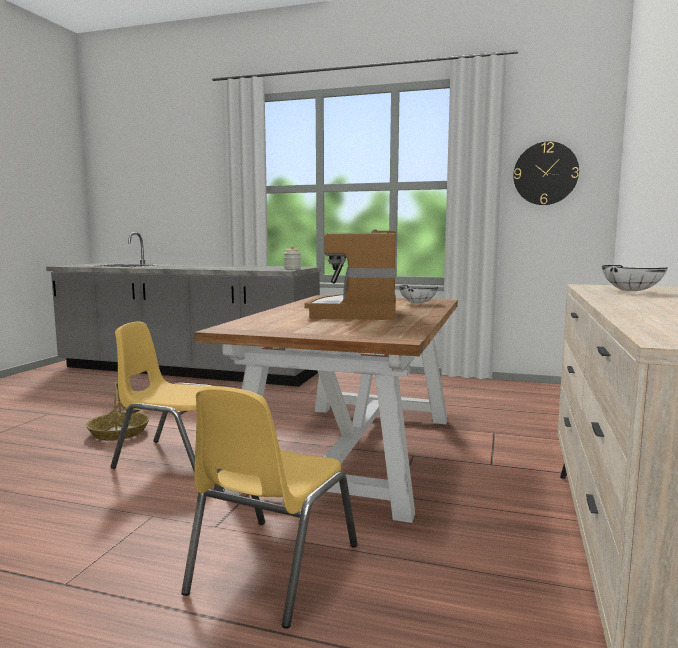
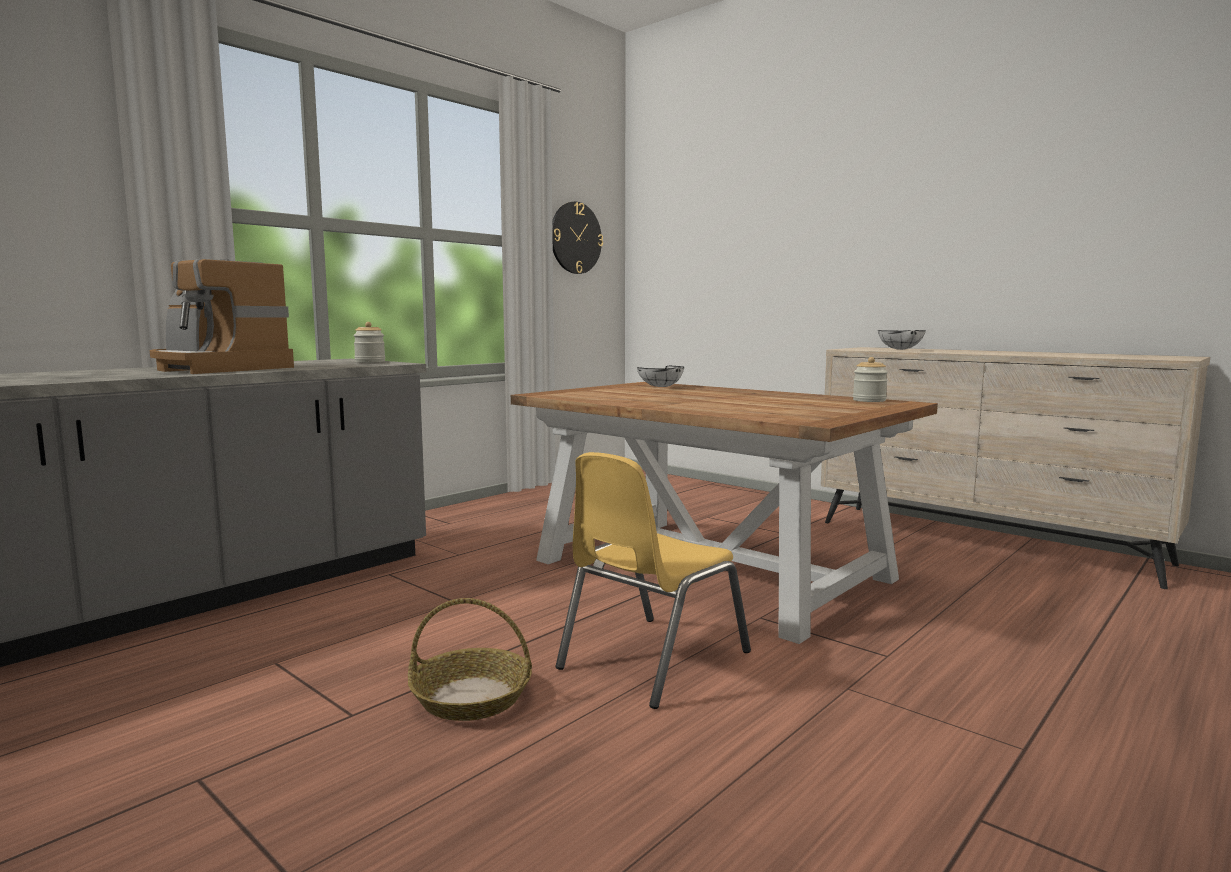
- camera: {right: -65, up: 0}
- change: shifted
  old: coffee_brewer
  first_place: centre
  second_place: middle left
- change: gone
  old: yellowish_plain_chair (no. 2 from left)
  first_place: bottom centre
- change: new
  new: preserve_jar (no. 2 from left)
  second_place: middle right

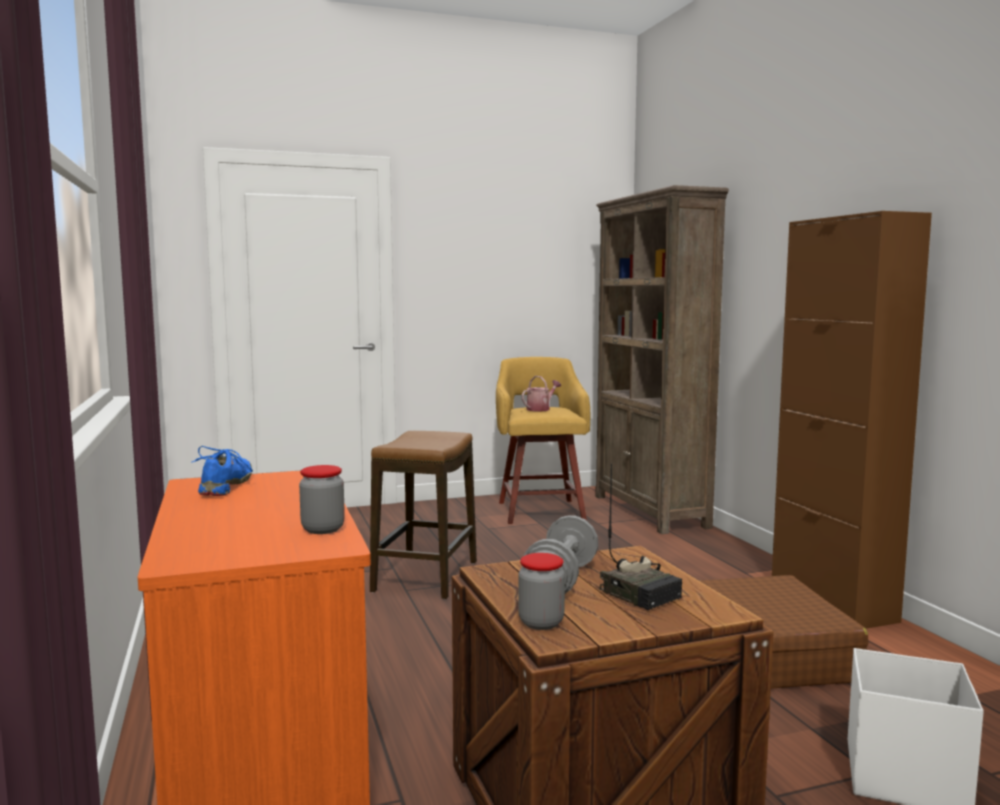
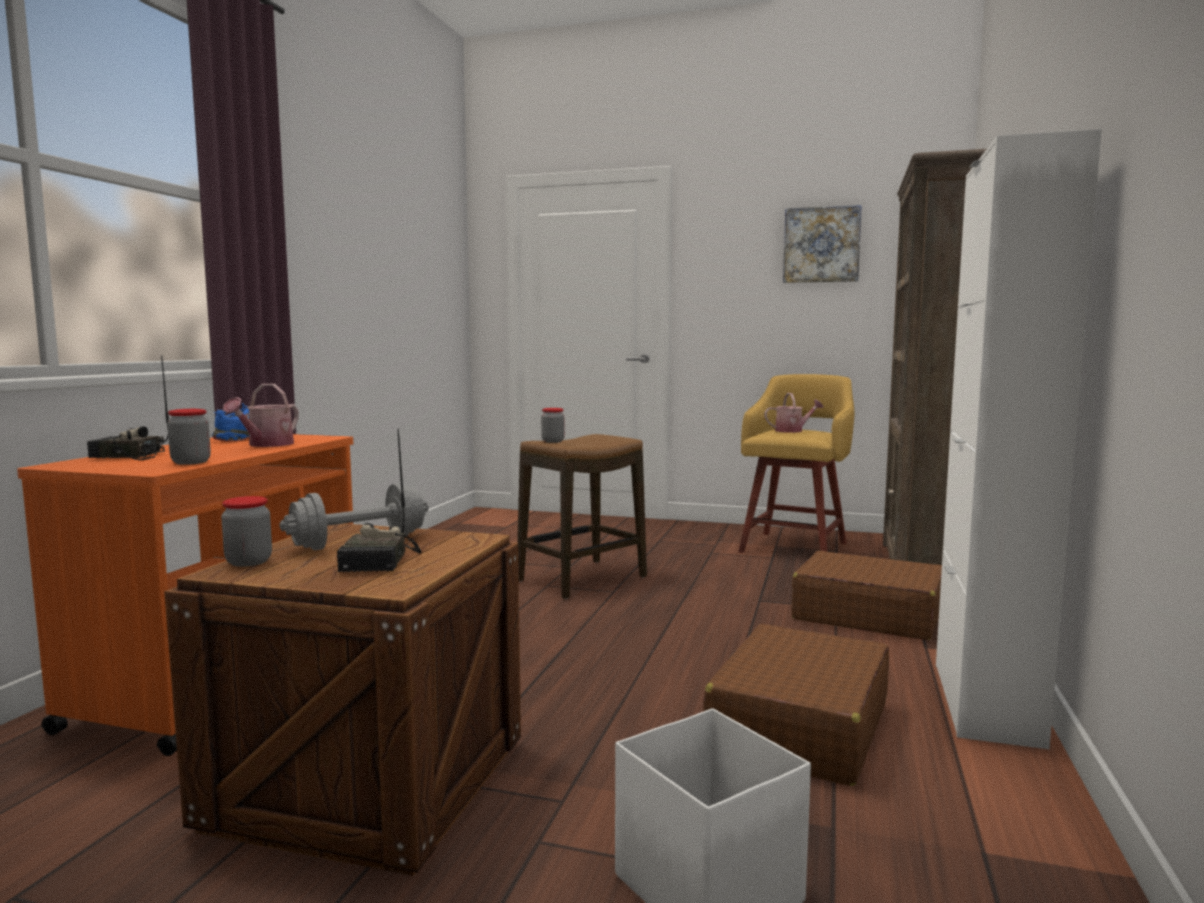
- camera: {right: 35, up: 0}
- change: repainted
  old: brown-coloured_cupboard
  new: white_cupboard
  first_place: middle right
  second_place: middle right
- change: new
  new: wall_picture
  second_place: top right
- change: new
  new: radio (no. 1 from left)
  second_place: middle left
- change: new
  new: watering_pot (no. 1 from left)
  second_place: middle left
- change: new
  new: preserve_jar (no. 3 from left)
  second_place: centre
- change: new
  new: brown-coloured_piece_of_luggage (no. 2 from left)
  second_place: middle right

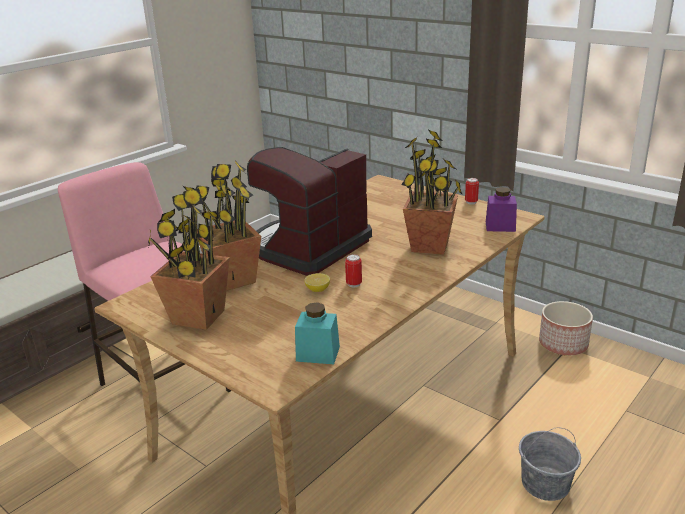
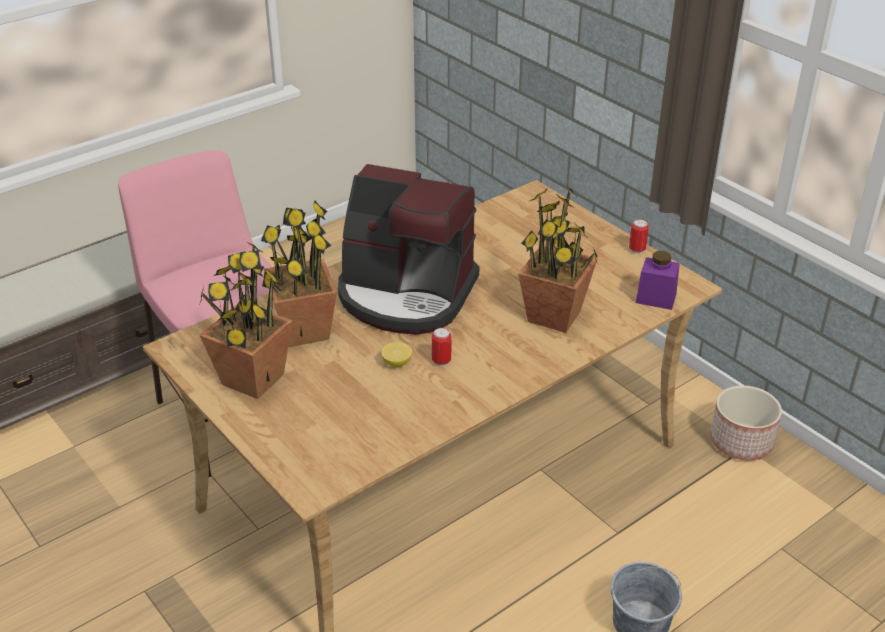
- camera: {right: 10, up: 10}
- change: rotated
  old: coffee_brewer
  first_place: centre
  second_place: centre
  degrees: -120
- change: gone
  old: blue-green_preserve_jar
  first_place: centre

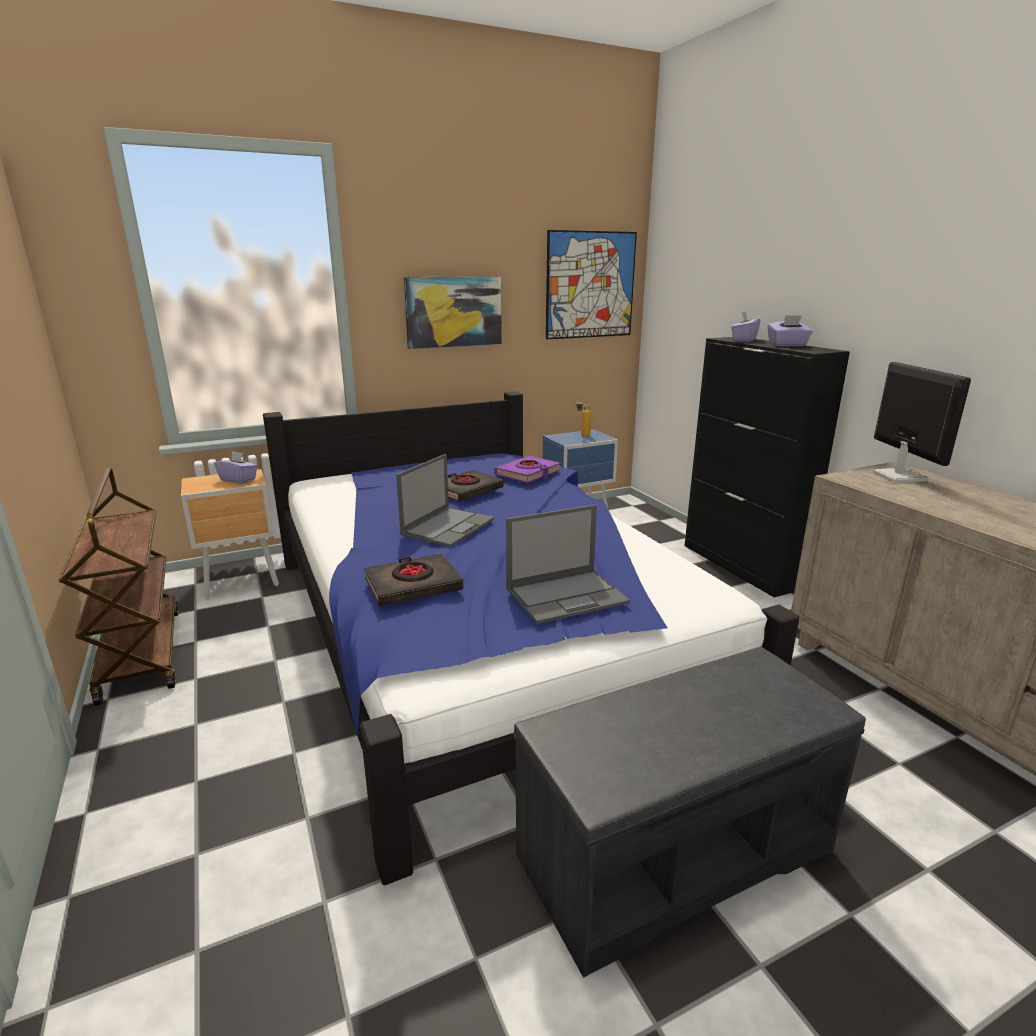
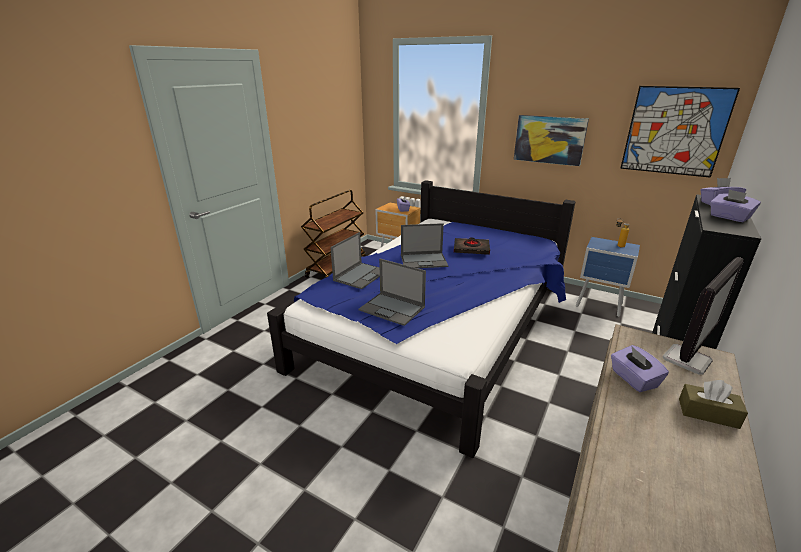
- camera: {right: 55, up: 5}
- change: gone
  old: purple_bound_book
  first_place: centre
- change: swapped
  old: blackish_bound_book (no. 1 from left)
  new: portable_computer (no. 1 from left)
  first_place: centre
  second_place: centre
- change: gone
  old: gray_indoor_bench
  first_place: bottom centre
- change: new
  new: purple_box_of_tissues (no. 2 from left)
  second_place: bottom right
- change: new
  new: brown-coloured_box_of_tissues
  second_place: bottom right

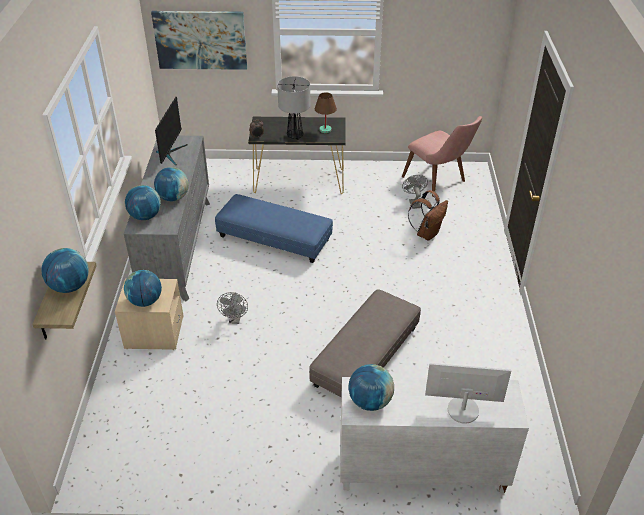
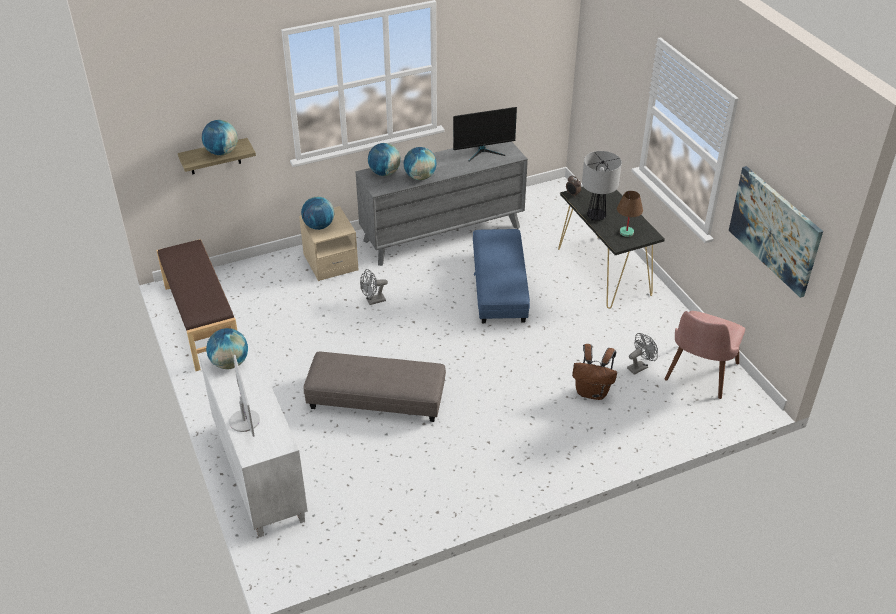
- camera: {right: 65, up: 0}
- change: shifted
  old: wall_picture
  first_place: top left
  second_place: middle right
- change: new
  new: brown-coloured_indoor_bench
  second_place: middle left

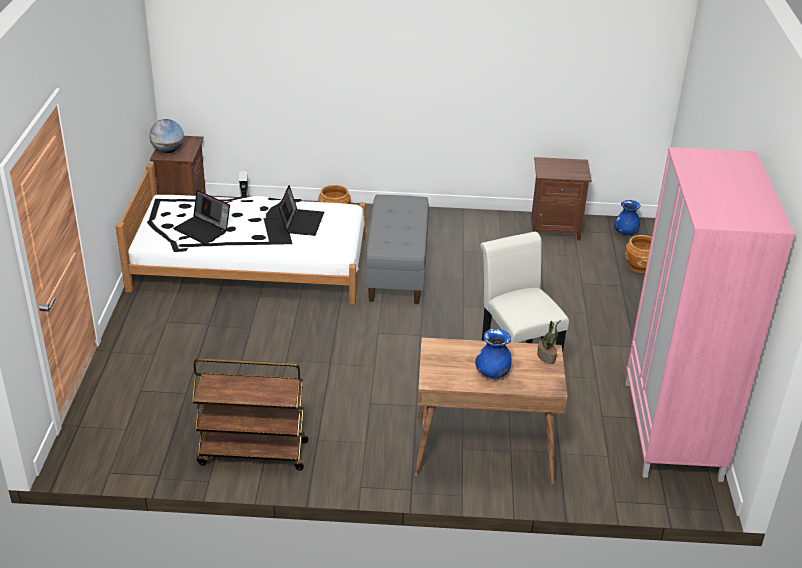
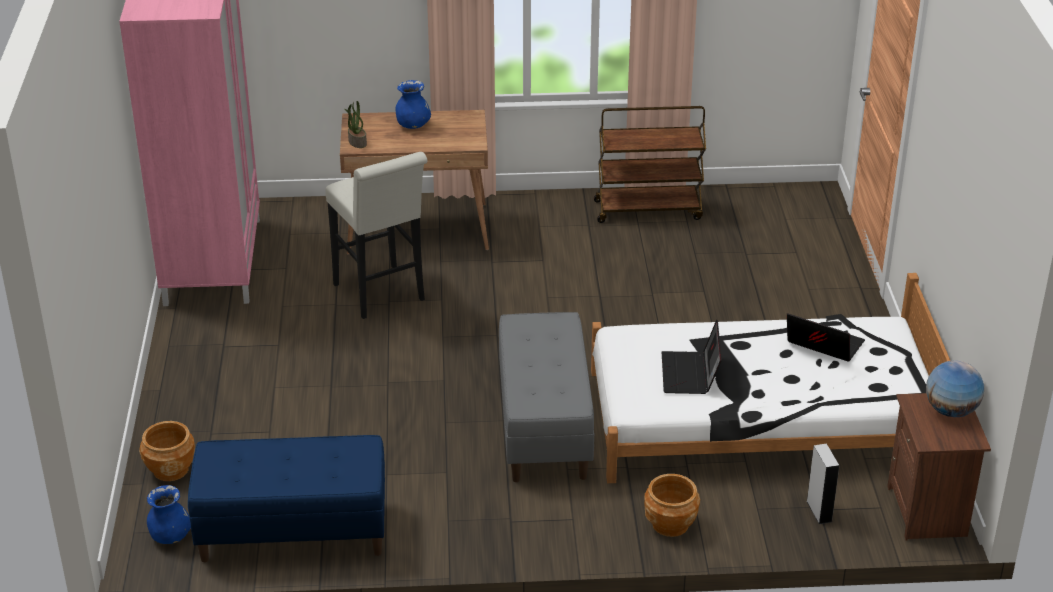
- camera: {right: 175, up: 0}
- change: swapped
  old: brown-coloured_night_table (no. 2 from left)
  new: blue_indoor_bench
  first_place: middle right
  second_place: bottom left

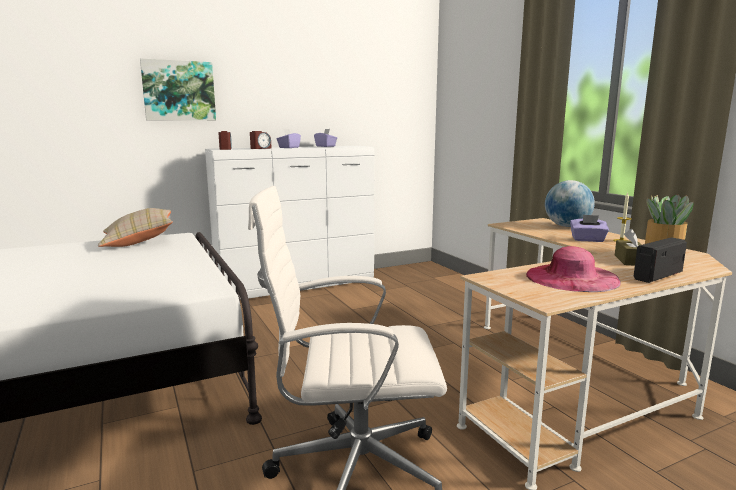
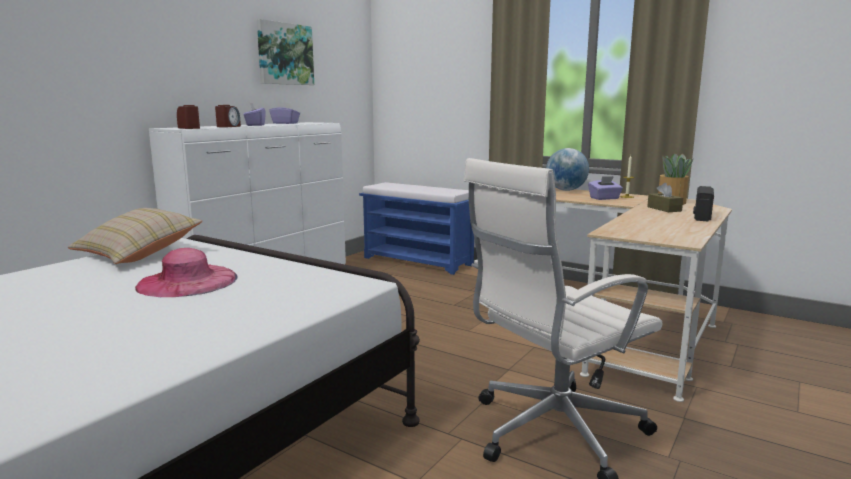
- camera: {right: -30, up: 0}
- change: shifted
  old: wall_picture
  first_place: top left
  second_place: top centre
- change: shifted
  old: pink_wearable_hat
  first_place: middle right
  second_place: middle left
- change: new
  new: blue_indoor_bench
  second_place: centre

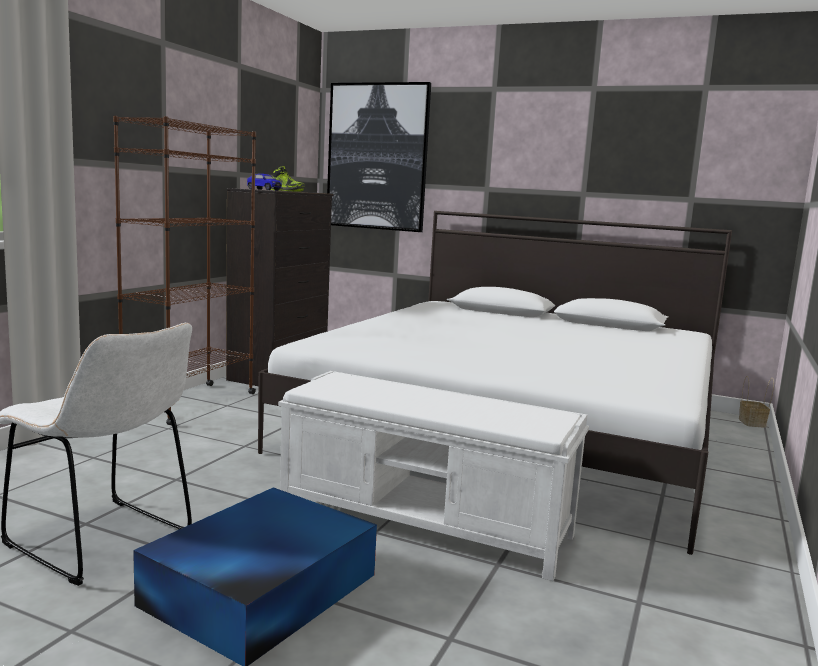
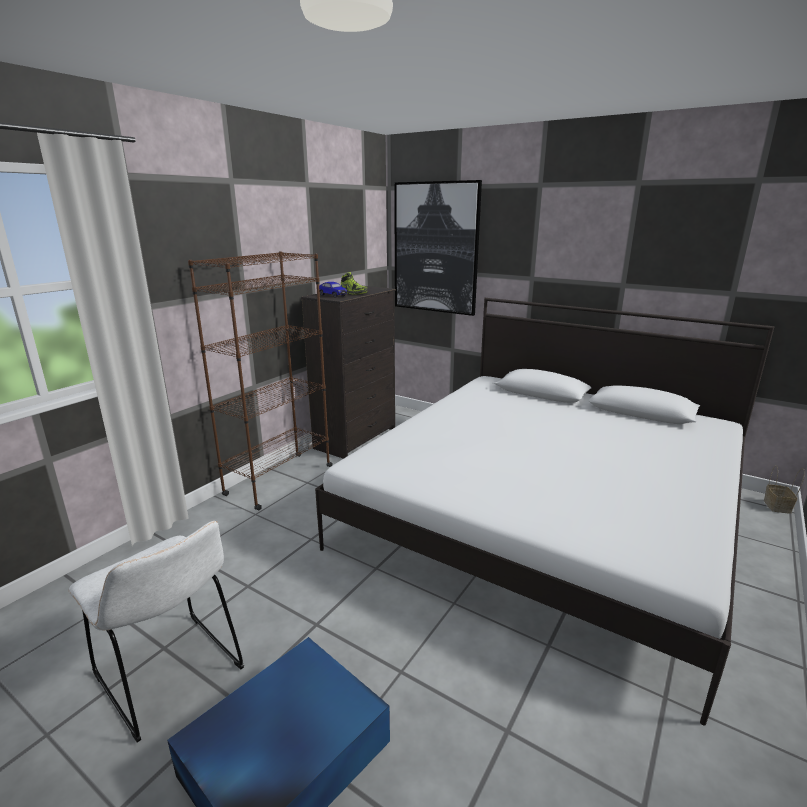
- camera: {right: 10, up: 10}
- change: gone
  old: white_indoor_bench
  first_place: bottom centre

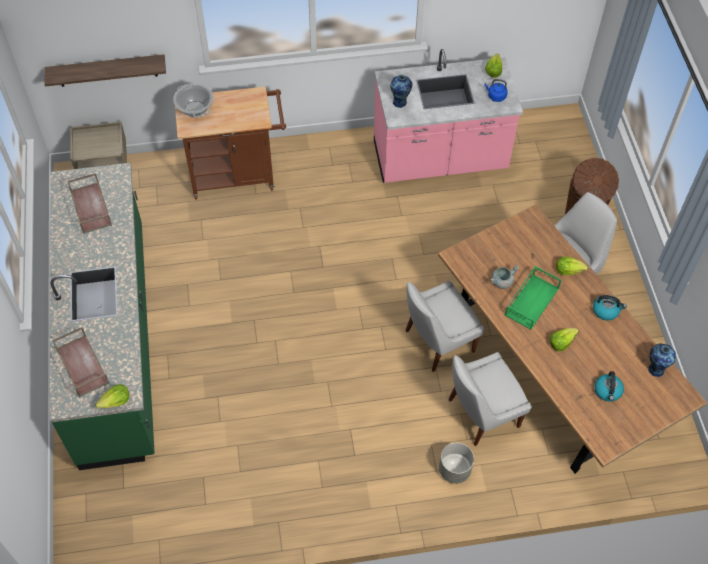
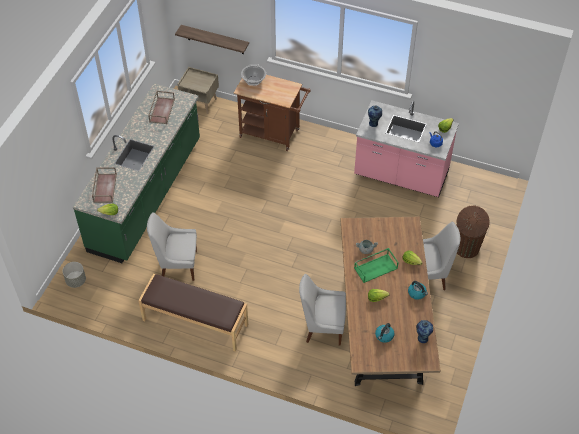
- camera: {right: 30, up: -5}
- change: shifted
  old: white_plain_chair (no. 1 from left)
  first_place: centre
  second_place: middle left
- change: shifted
  old: gray_flower_pot
  first_place: bottom centre
  second_place: middle left
- change: new
  new: brown-coloured_indoor_bench
  second_place: bottom centre

